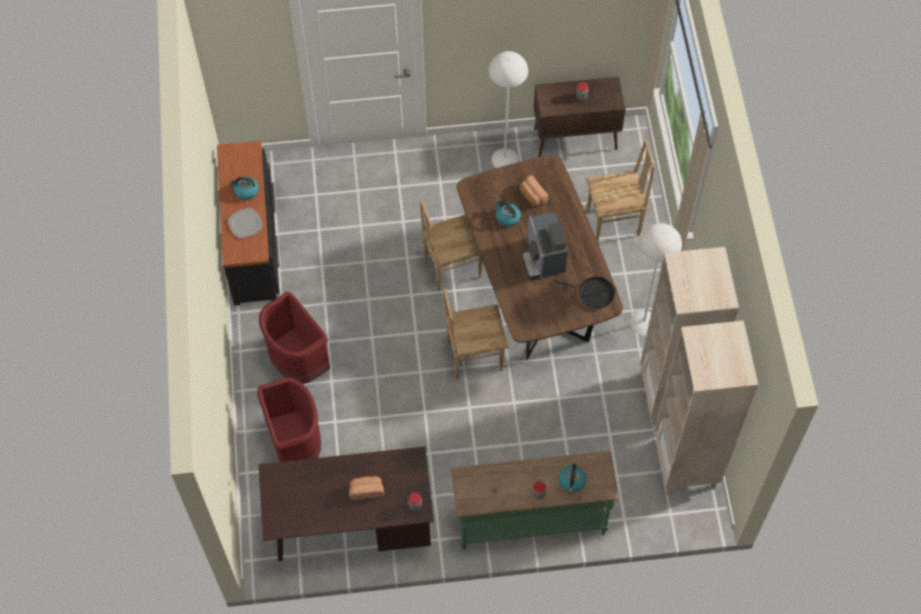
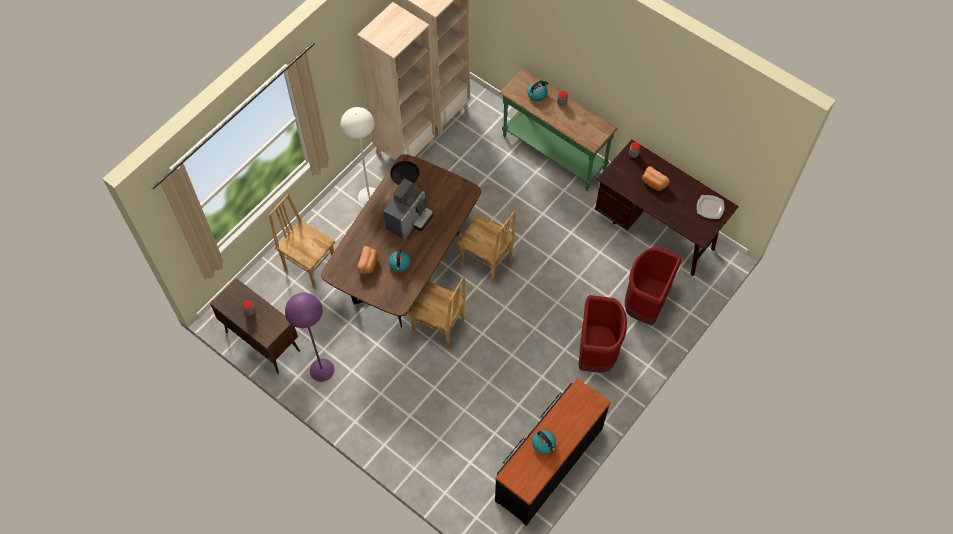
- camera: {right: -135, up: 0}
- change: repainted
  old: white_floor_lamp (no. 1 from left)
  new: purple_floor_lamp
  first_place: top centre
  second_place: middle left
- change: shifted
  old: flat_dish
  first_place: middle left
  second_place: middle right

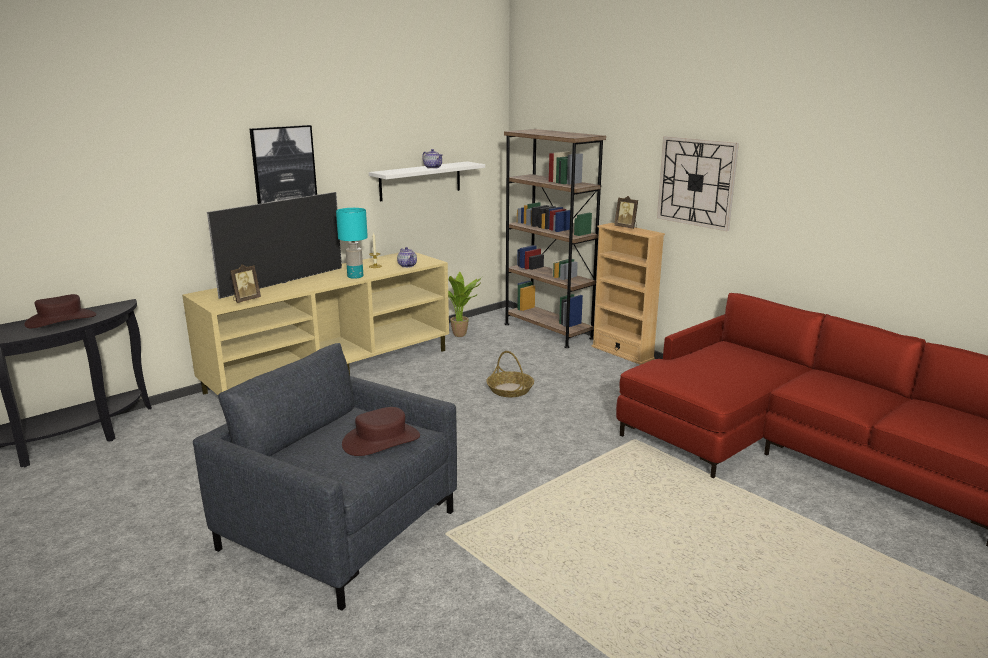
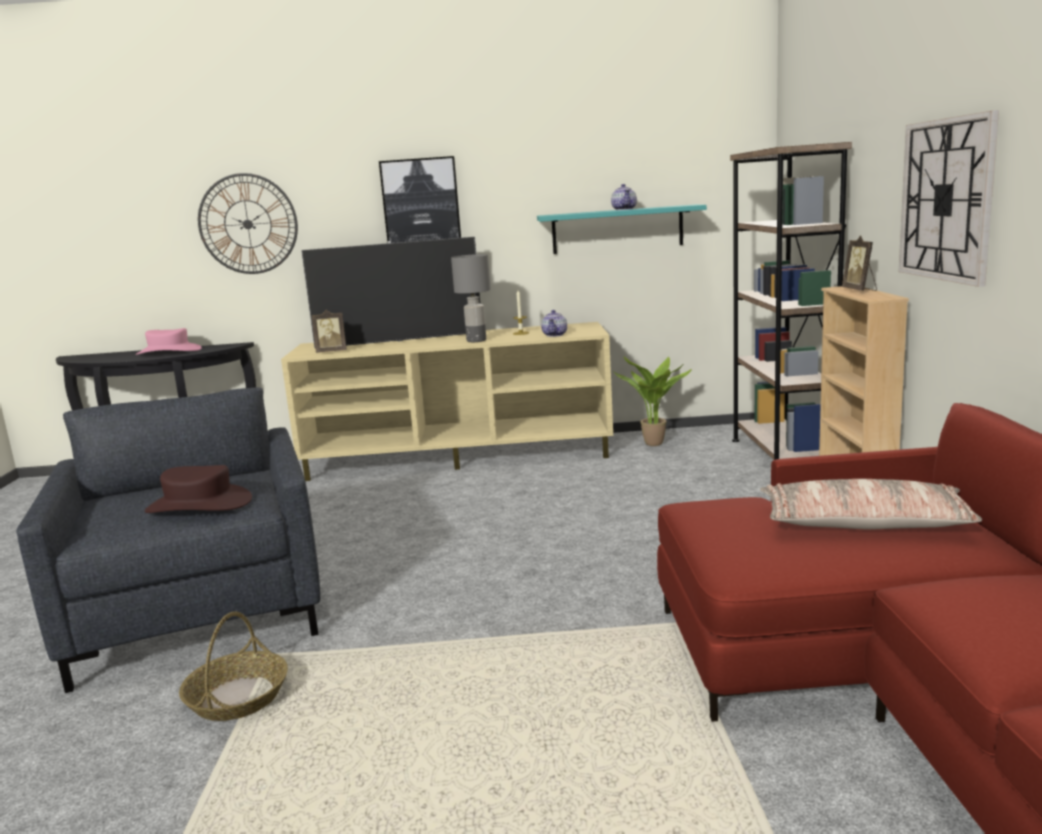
- camera: {right: 40, up: -5}
- change: repainted
  old: white_bracket_shelf
  new: blue-green_bracket_shelf
  first_place: top centre
  second_place: top centre
- change: repainted
  old: blue-green_lamp_for_a_table
  new: gray_lamp_for_a_table
  first_place: centre
  second_place: centre
- change: repainted
  old: brown-coloured_wearable_hat (no. 1 from left)
  new: pink_wearable_hat
  first_place: middle left
  second_place: middle left
- change: shifted
  old: household_basket
  first_place: centre
  second_place: bottom left
- change: new
  new: wall_clock (no. 1 from left)
  second_place: top left
- change: new
  new: pillow
  second_place: middle right

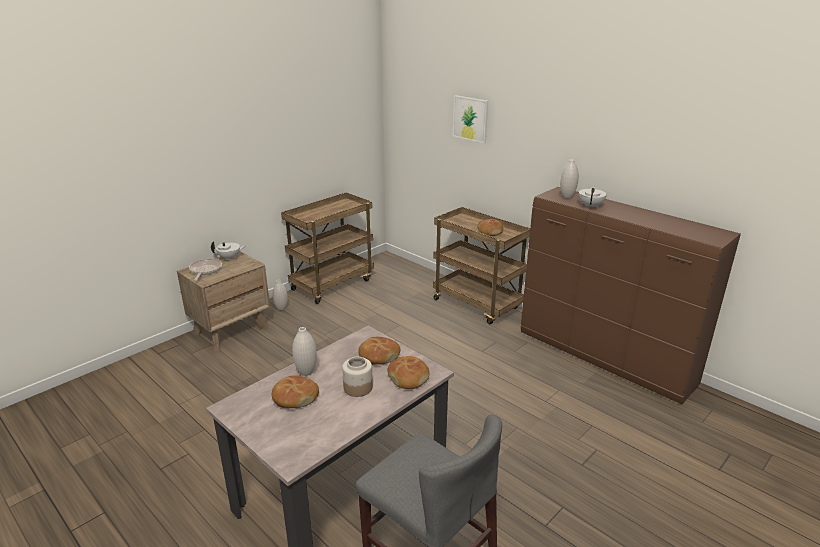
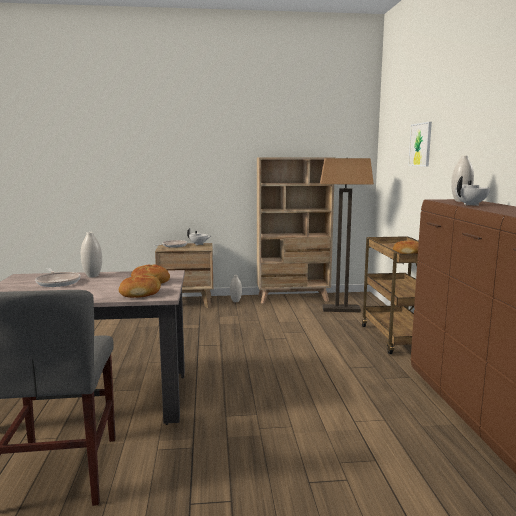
- camera: {right: 40, up: -15}
- change: swapped
  old: brown-coloured_wheeled_cart (no. 1 from left)
  new: beige-coloured_bookcase
  first_place: centre
  second_place: centre
- change: gone
  old: preserve_jar
  first_place: bottom centre
- change: swapped
  old: bread (no. 1 from left)
  new: pan (no. 1 from left)
  first_place: bottom centre
  second_place: middle left
- change: new
  new: floor_lamp
  second_place: middle right

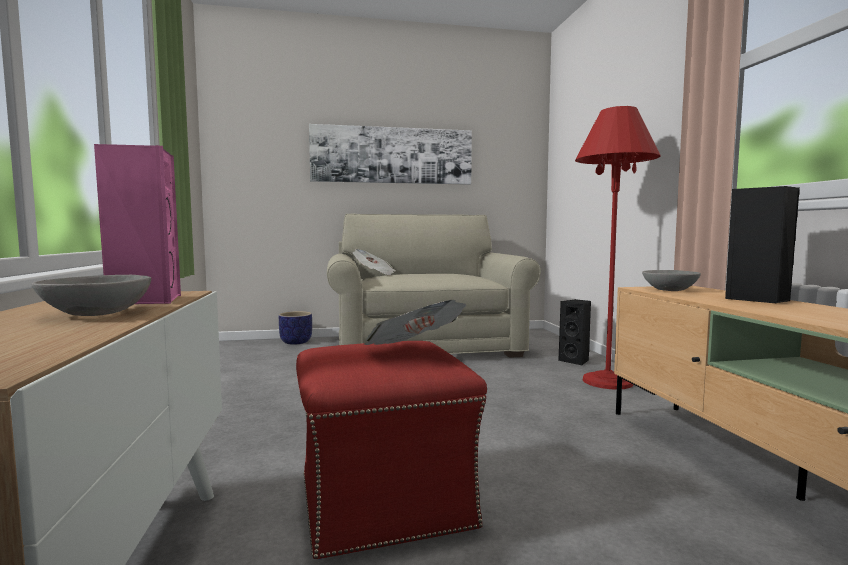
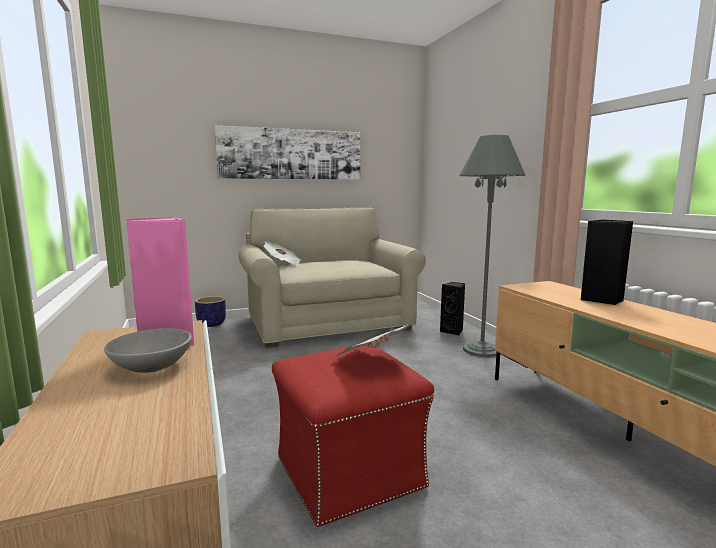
- camera: {right: -10, up: 5}
- change: repainted
  old: reddish_floor_lamp
  new: gray_floor_lamp
  first_place: middle right
  second_place: middle right
- change: gone
  old: gray_serving_bowl (no. 2 from left)
  first_place: middle right

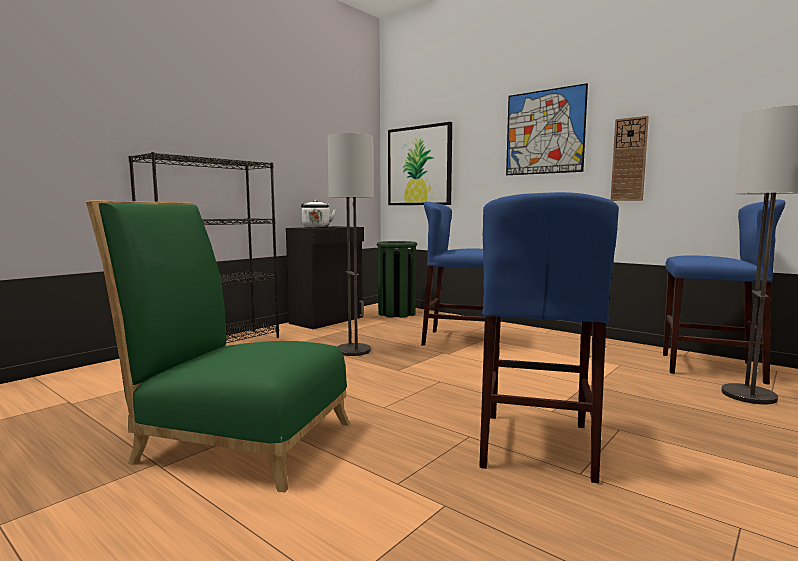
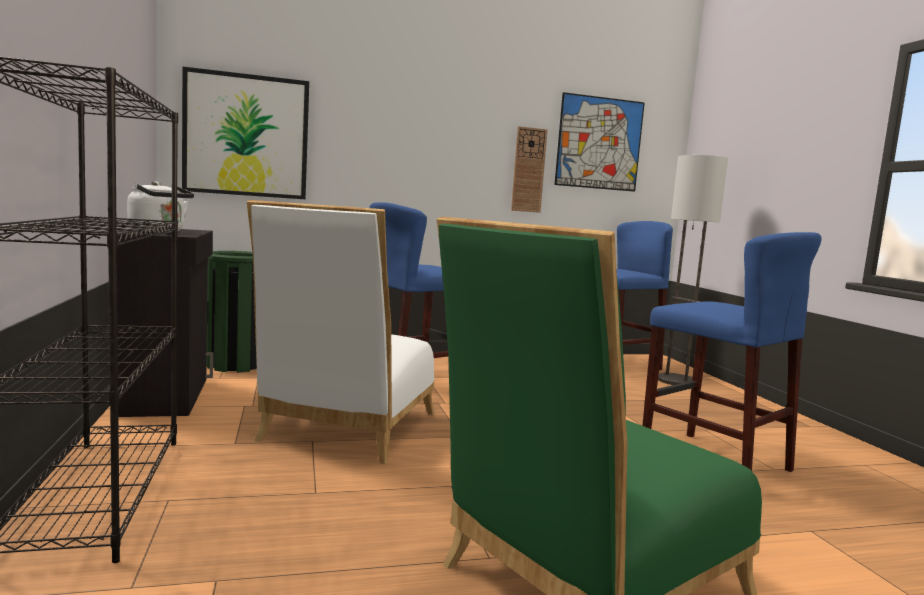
- camera: {right: -55, up: 0}
- change: shifted
  old: wall_picture (no. 2 from left)
  first_place: top right
  second_place: top centre
- change: swapped
  old: floor_lamp (no. 1 from left)
  new: white_plain_chair
  first_place: centre
  second_place: centre

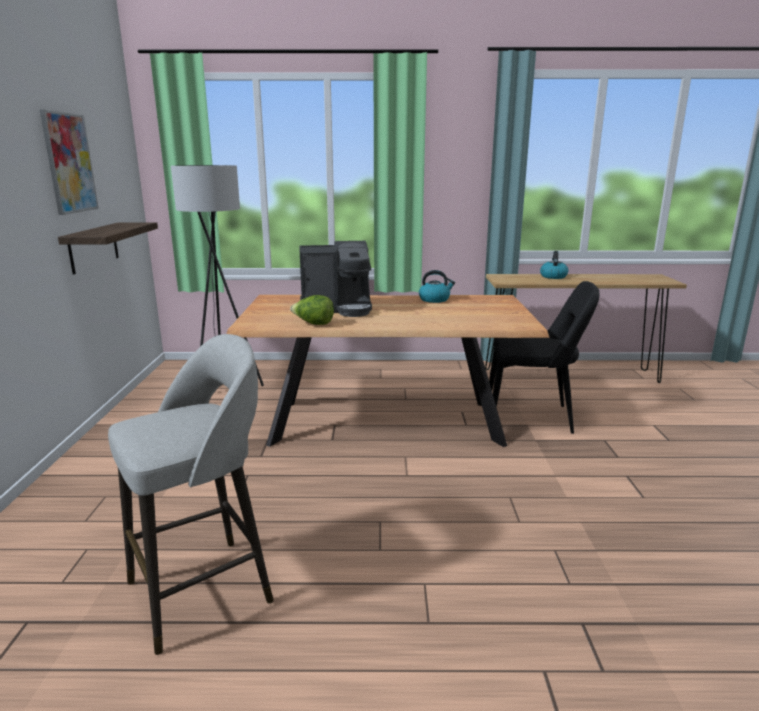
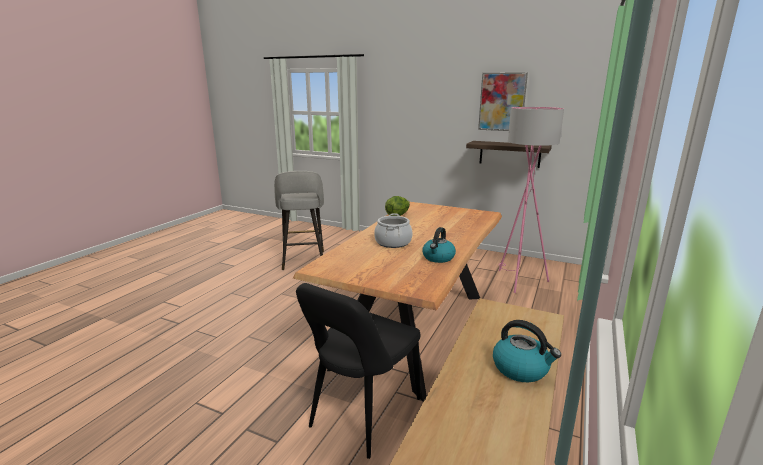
- camera: {right: 115, up: 0}
- change: repainted
  old: gray_floor_lamp
  new: pink_floor_lamp
  first_place: middle left
  second_place: middle right
- change: gone
  old: coffee_brewer
  first_place: centre
- change: new
  new: saucepot
  second_place: centre

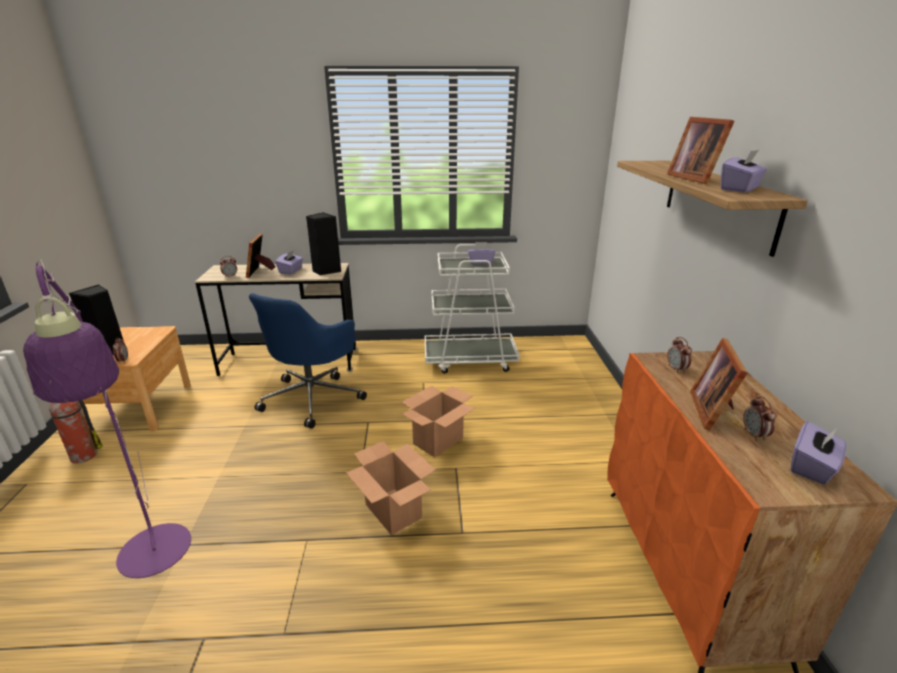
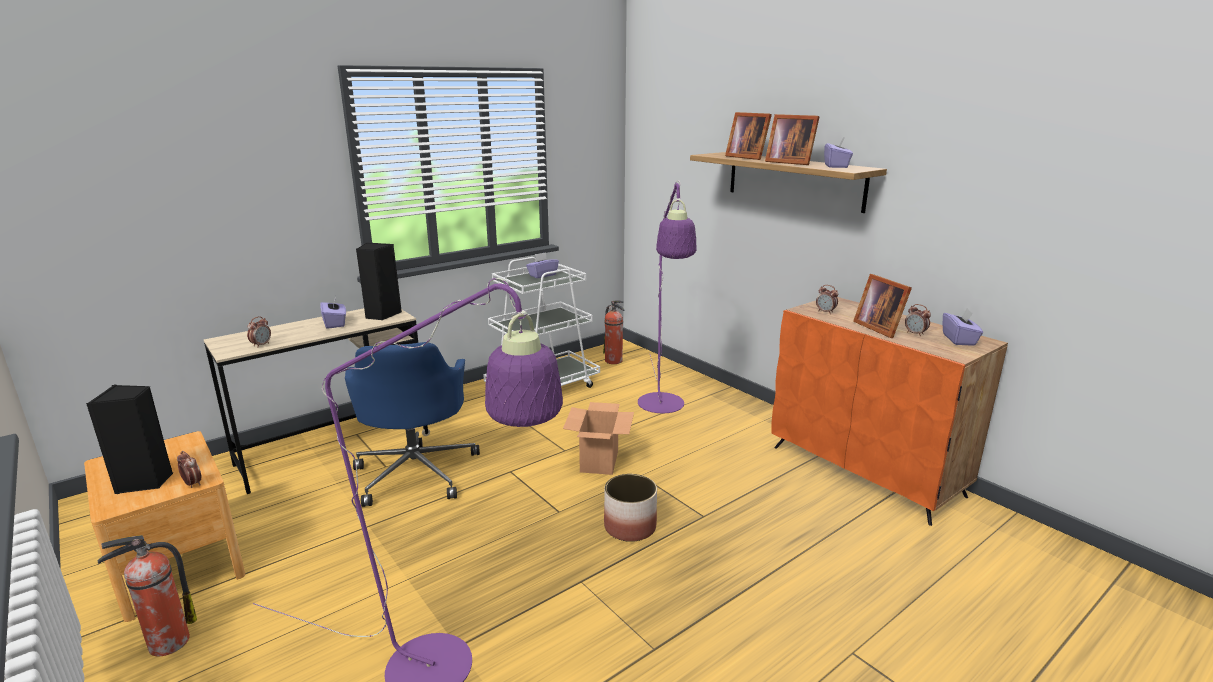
- camera: {right: -35, up: -5}
- change: shifted
  old: picture_frame (no. 1 from left)
  first_place: middle left
  second_place: top centre
- change: swapped
  old: carton (no. 1 from left)
  new: flower_pot
  first_place: bottom centre
  second_place: bottom centre
- change: new
  new: purple_floor_lamp (no. 2 from left)
  second_place: centre
- change: new
  new: extinguisher (no. 2 from left)
  second_place: centre

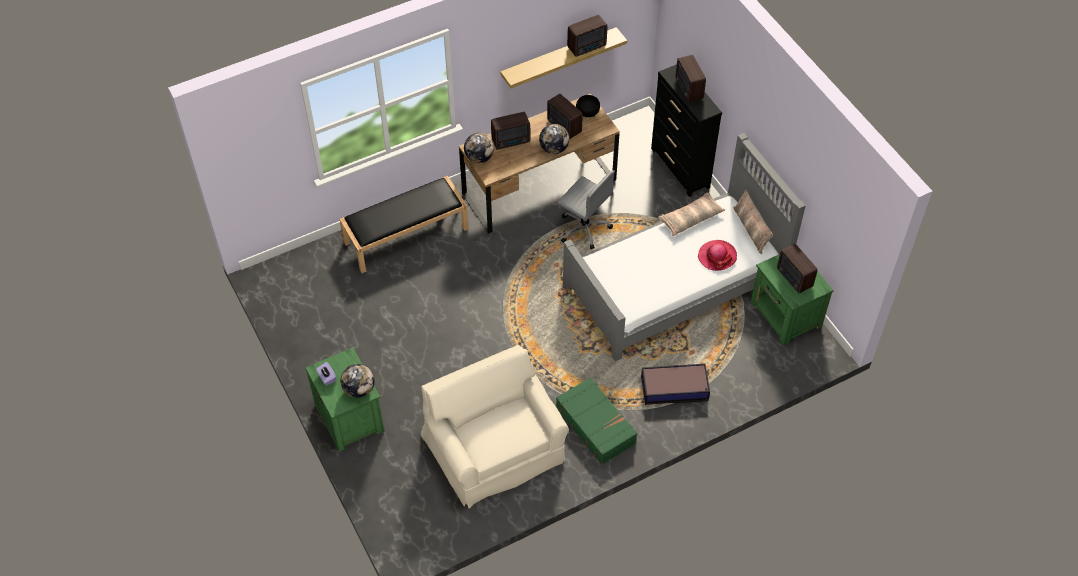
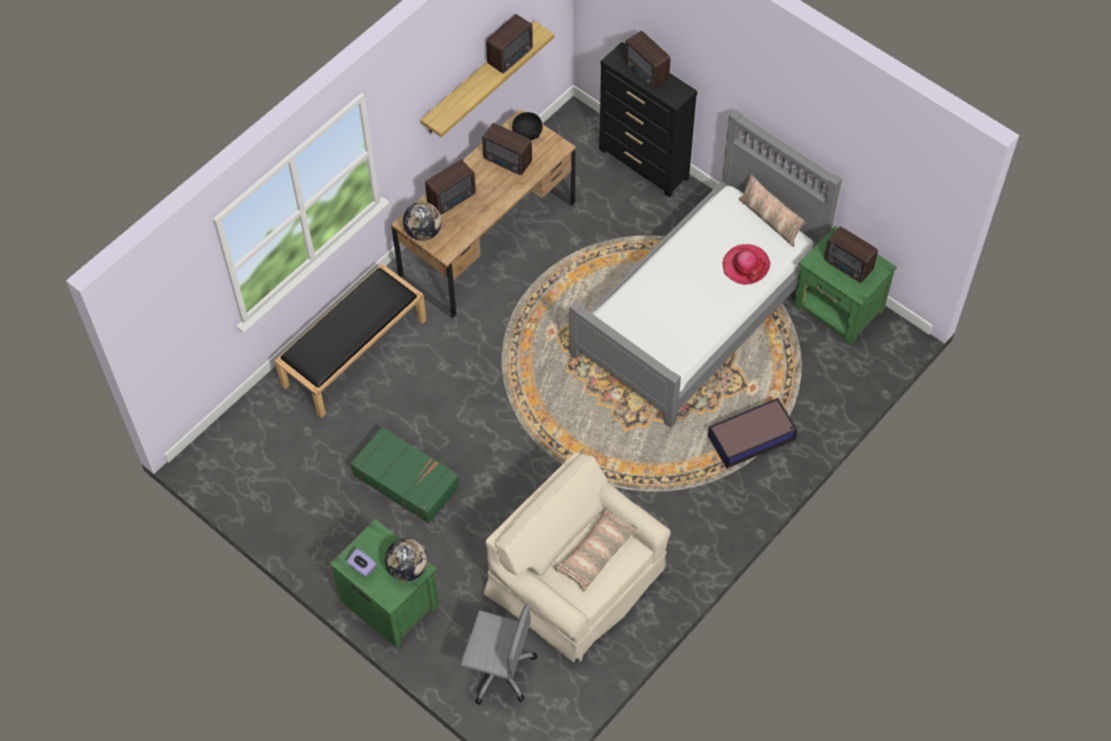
- camera: {right: -20, up: 5}
- change: gone
  old: desk_globe (no. 3 from left)
  first_place: top centre
- change: shifted
  old: gray_desk_chair
  first_place: centre
  second_place: bottom centre
- change: shifted
  old: pillow (no. 1 from left)
  first_place: centre
  second_place: bottom centre
- change: shifted
  old: greenish_piece_of_luggage
  first_place: bottom centre
  second_place: centre

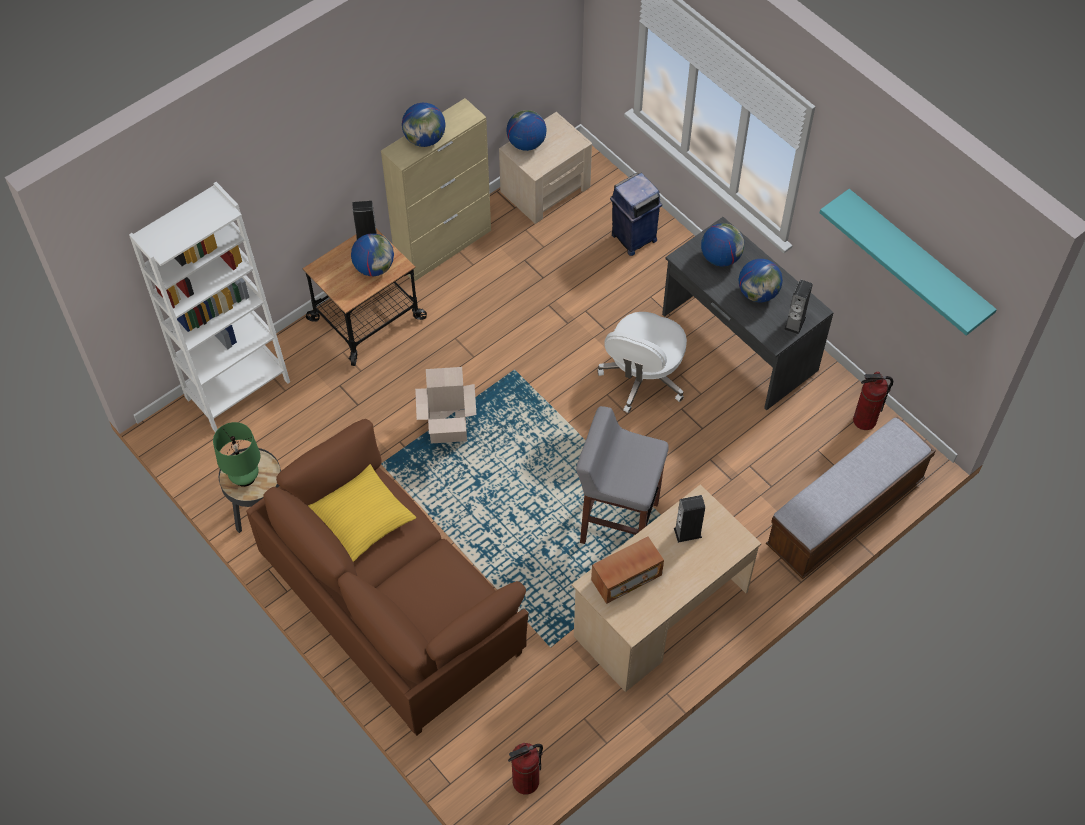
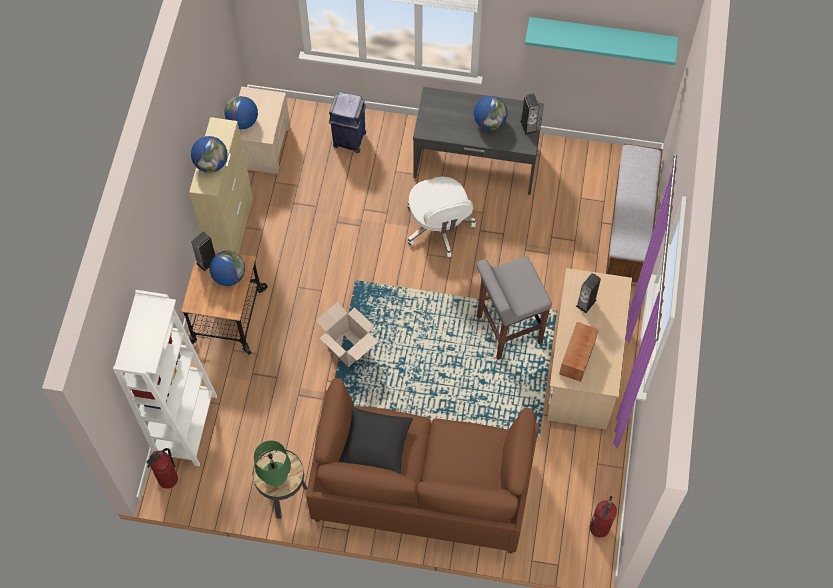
- camera: {right: -40, up: 5}
- change: gone
  old: desk_globe (no. 4 from left)
  first_place: top centre
- change: shifted
  old: extinguisher (no. 2 from left in the first image)
  new: extinguisher (no. 1 from left)
  first_place: middle right
  second_place: bottom left
- change: repainted
  old: yellowish_pillow
  new: blackish_pillow
  first_place: centre
  second_place: bottom centre

